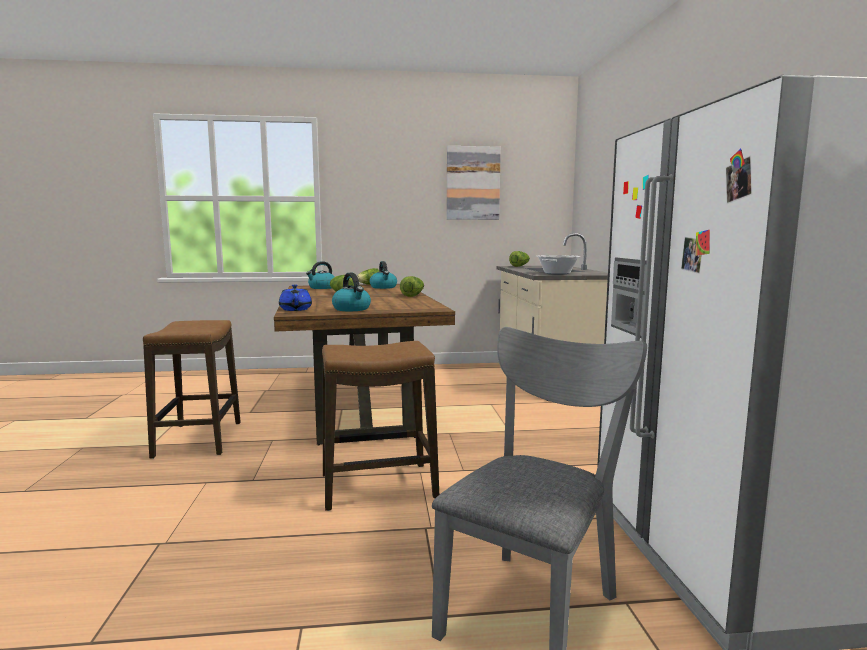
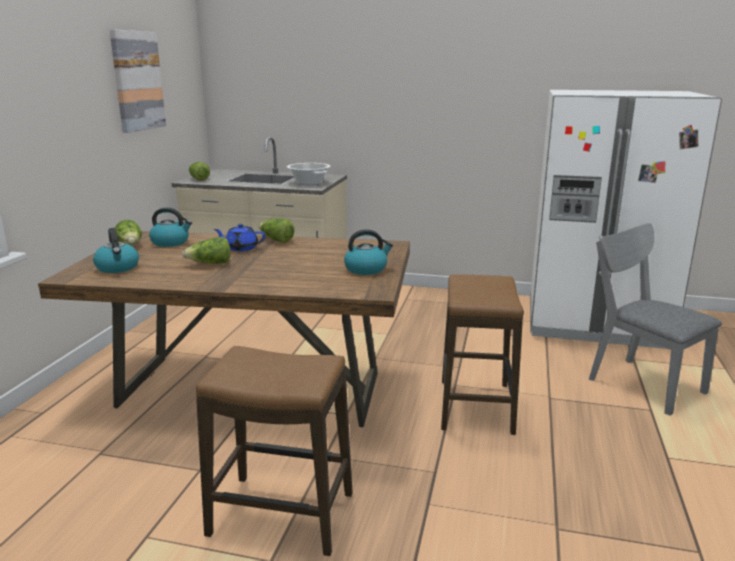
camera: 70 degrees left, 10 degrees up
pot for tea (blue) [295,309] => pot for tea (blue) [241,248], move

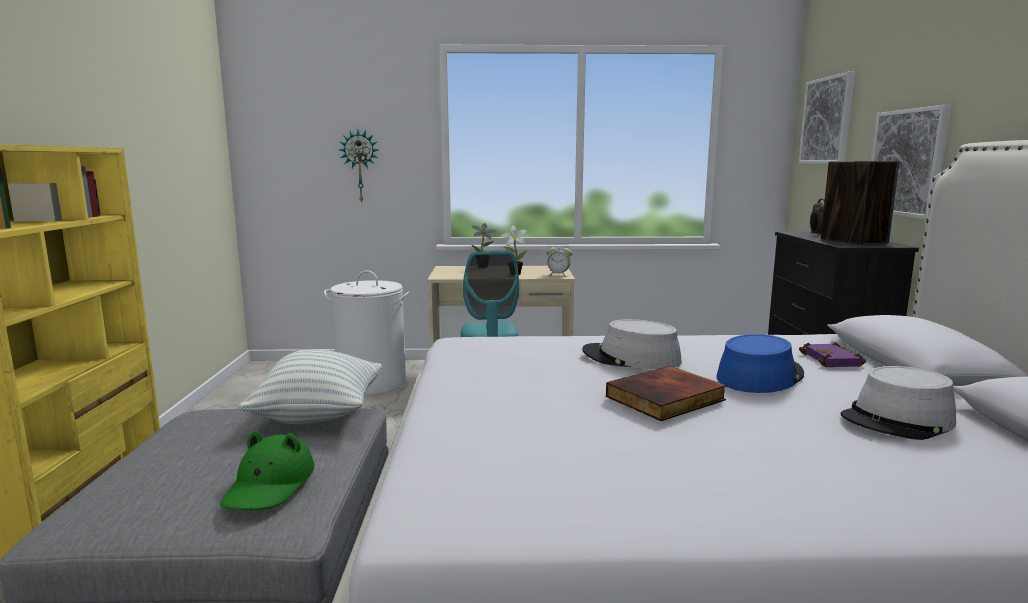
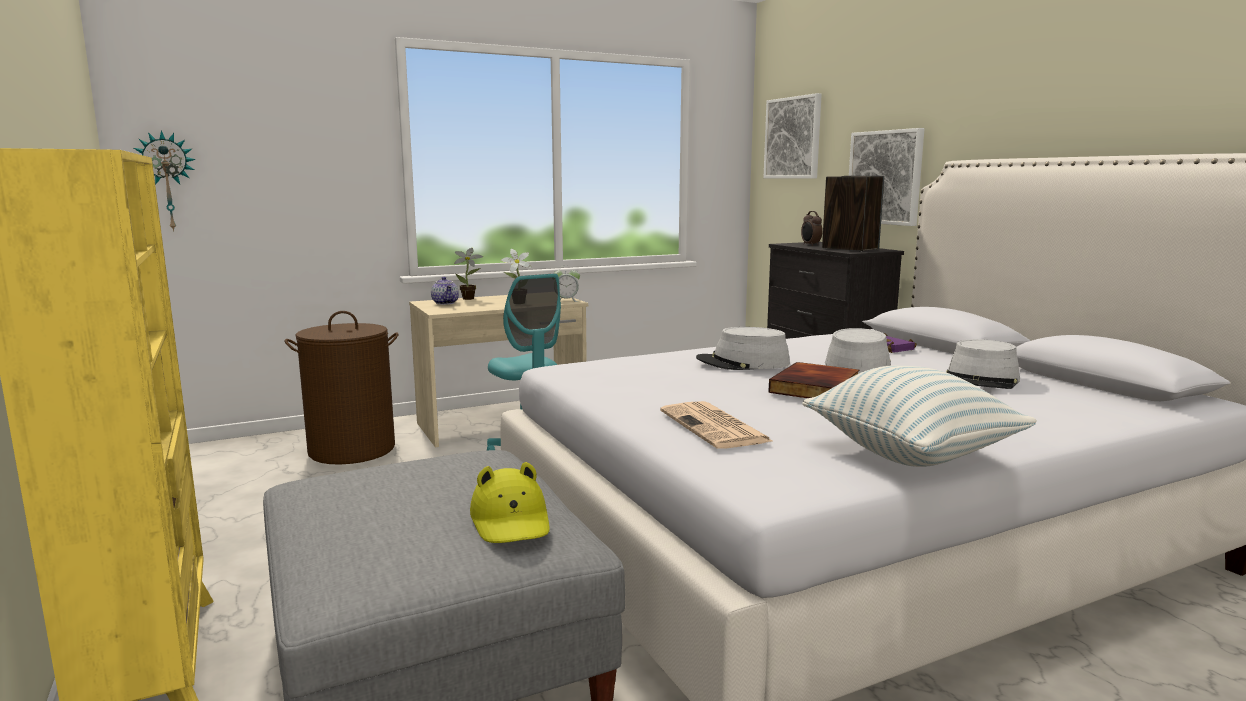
camera: 25 degrees left, 0 degrees up
hanging clock [360,166] => hanging clock [167,181], move
hamper (white-coloured) [371,383] => hamper (brownish) [351,450]
nothing => pot for tea [446,303]
hat (greenish) [269,485] => hat (yellow-coloured) [511,521]
nothing => printed paper [715,427]
throw pillow [319,415] => throw pillow [911,455], move
hat (blue) [759,376] => hat (greyish) [857,364]

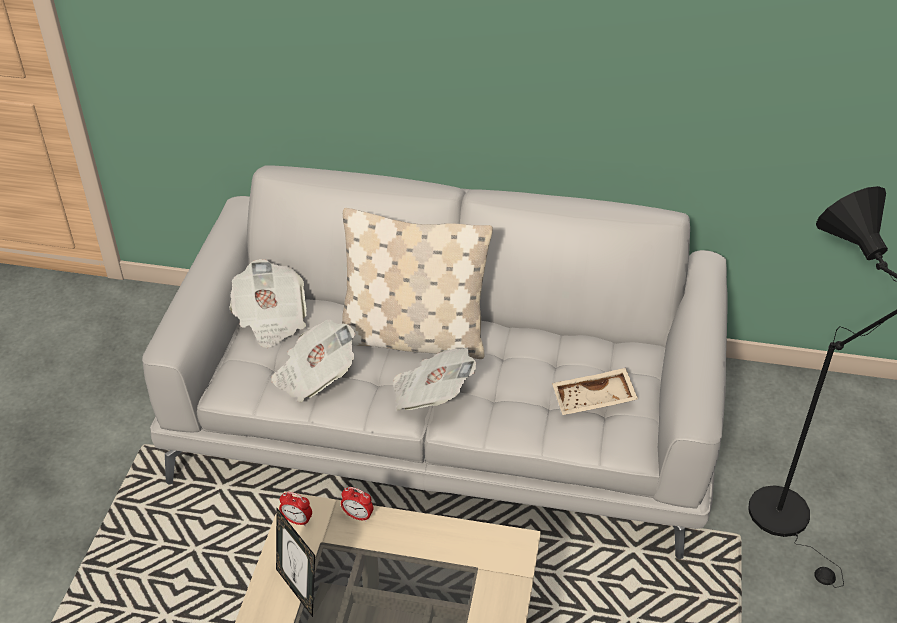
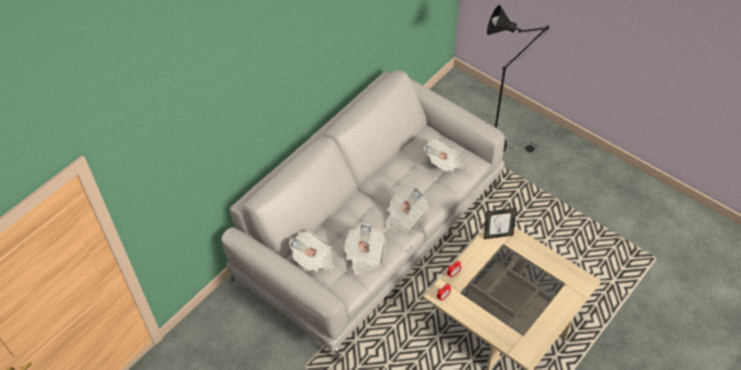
camera: 60 degrees left, 10 degrees up
serving tray (beige-coloured) [593,400] => printed paper [444,163]
standing frame [299,589] => standing frame [497,235], move
throw pillow (beige-coloured) [413,338] => nothing

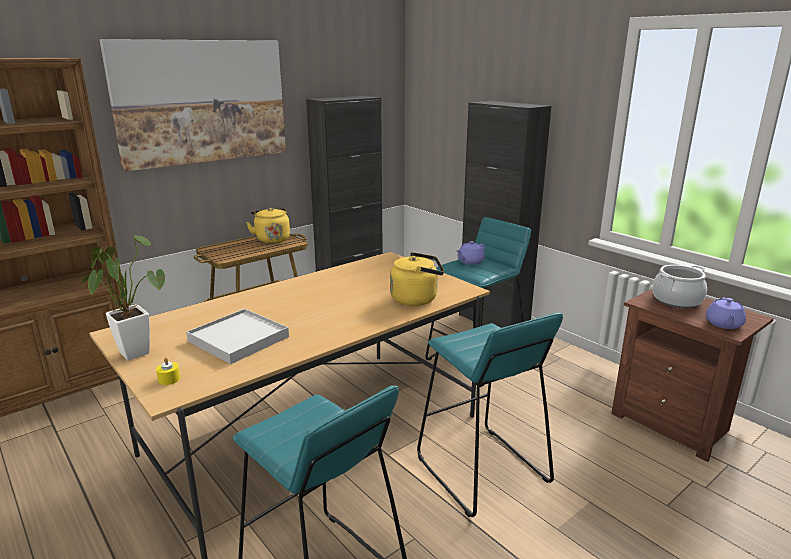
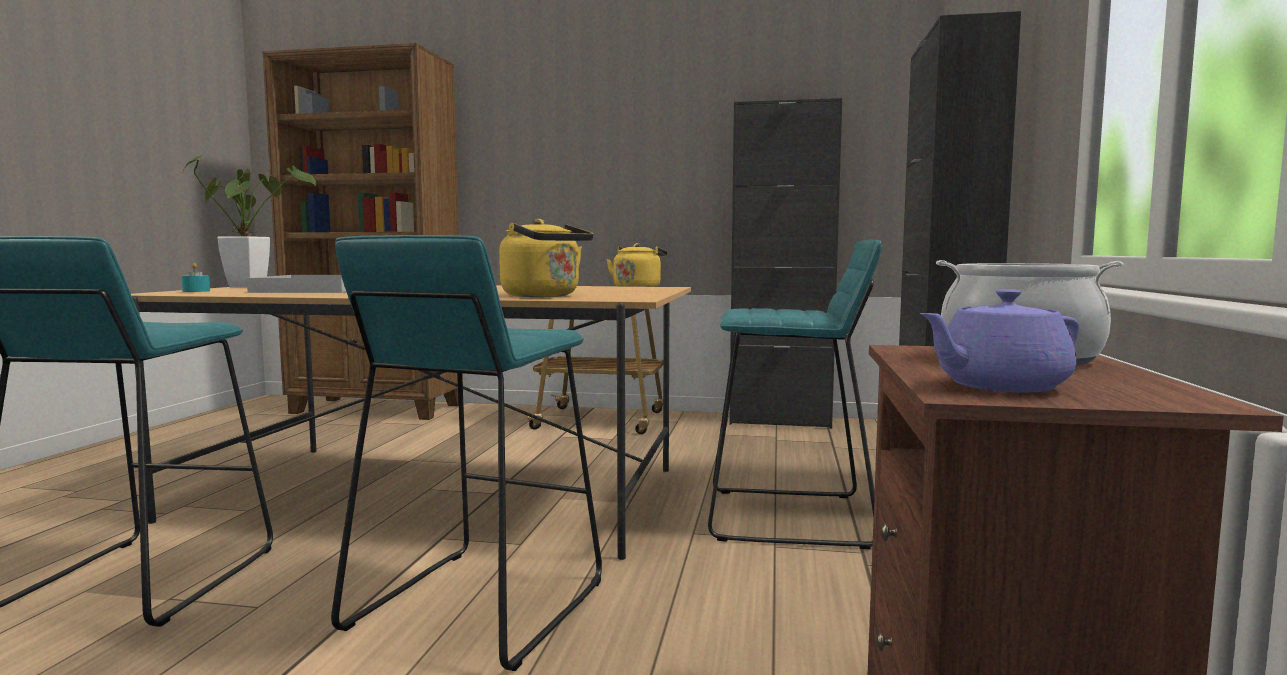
camera: 50 degrees right, 15 degrees down
wax candle (yellow-coloured) [169,379] => wax candle (turquoise) [196,291]
wall picture [202,102] => nothing
pot for tea (purple) [470,261] => nothing

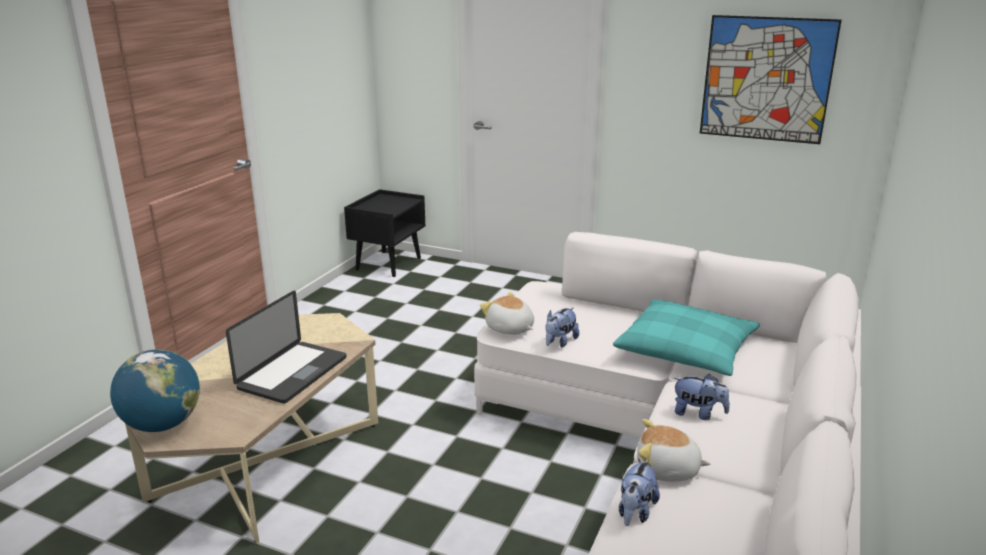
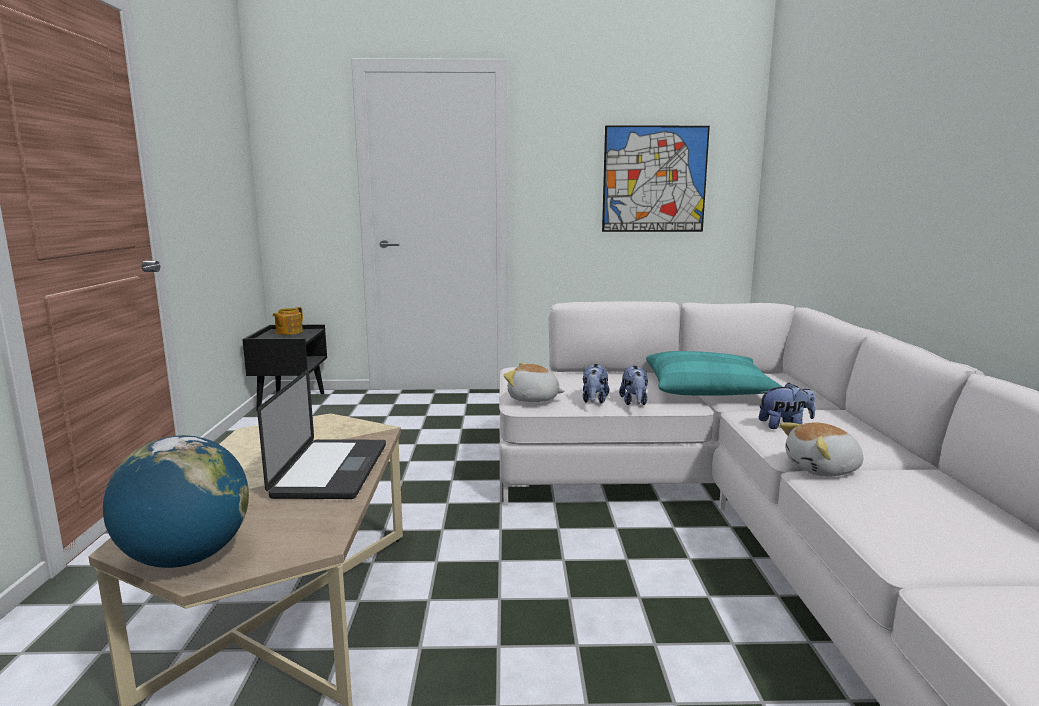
camera: 25 degrees left, 10 degrees down
nothing => pot for tea [288,332]
cuddly toy [635,512] => cuddly toy [634,402], move

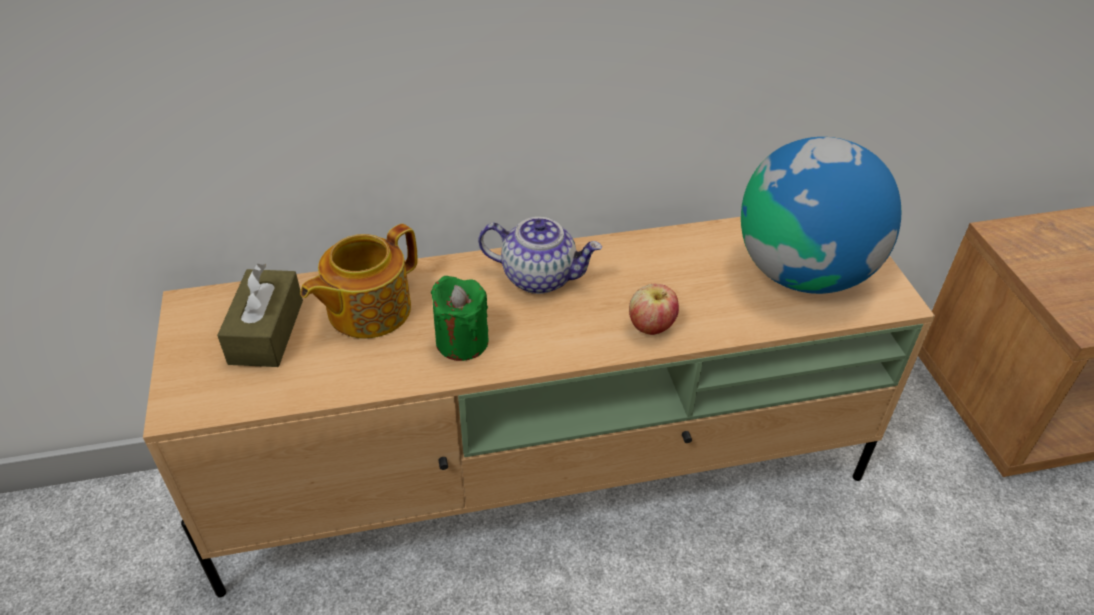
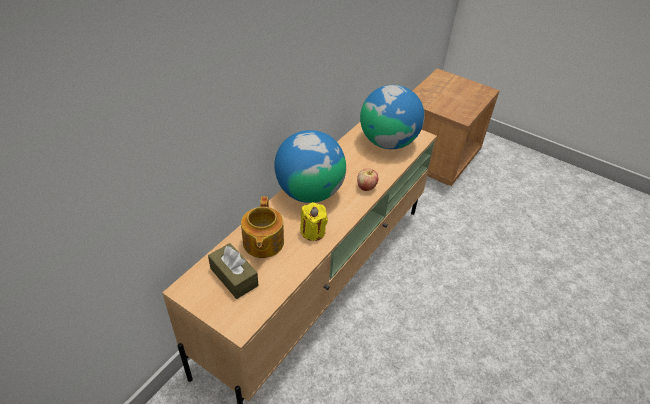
camera: 45 degrees left, 0 degrees up
pot for tea [540,277] => desk globe [309,192]
wax candle (greenish) [462,341] => wax candle (yellow-coloured) [313,232]

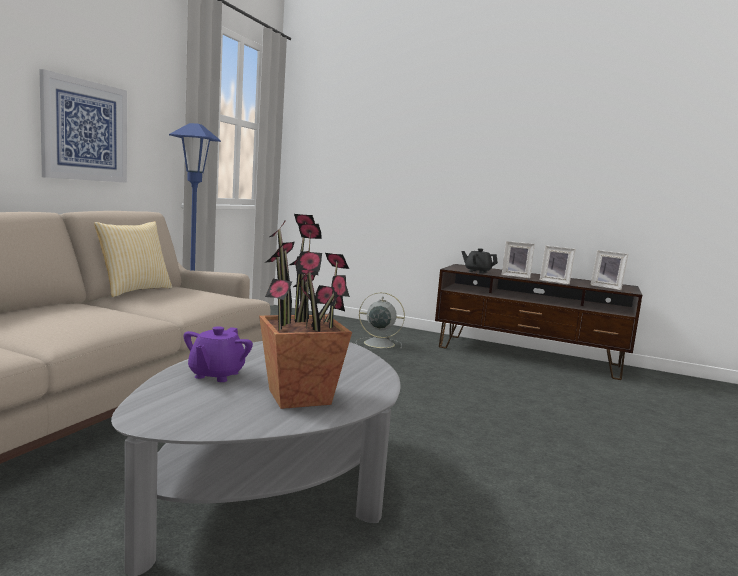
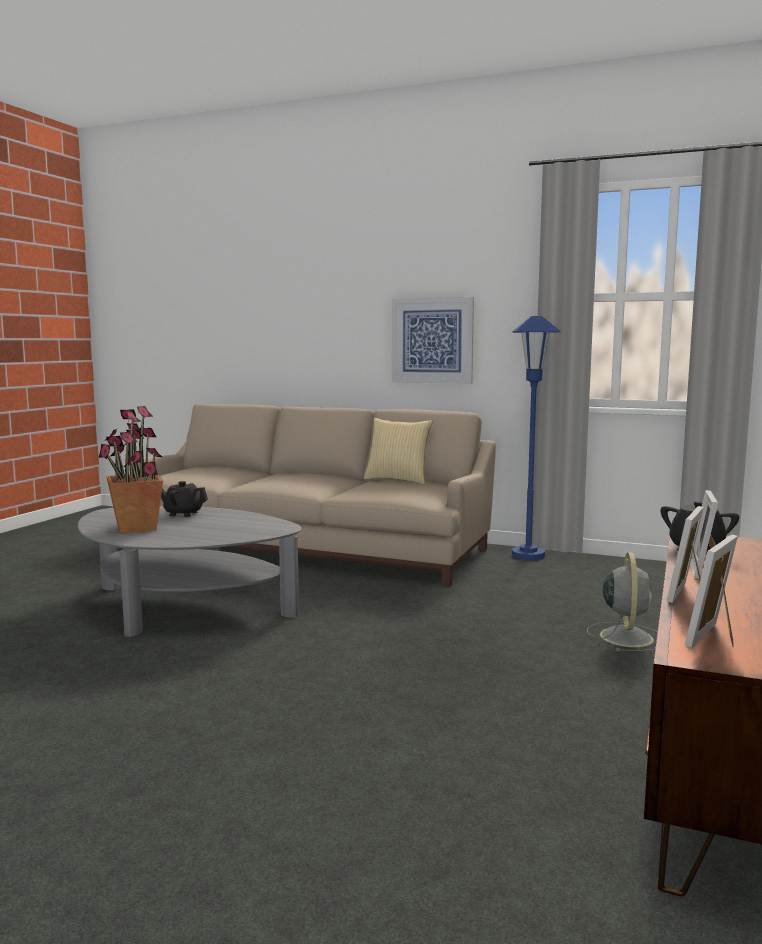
camera: 90 degrees right, 0 degrees up
pot for tea (purple) [216,375] => pot for tea (black-coloured) [183,513]

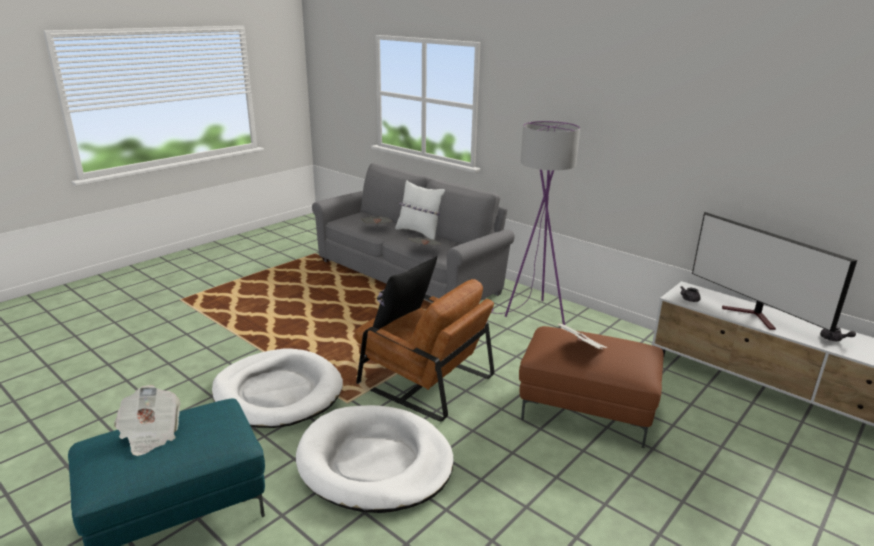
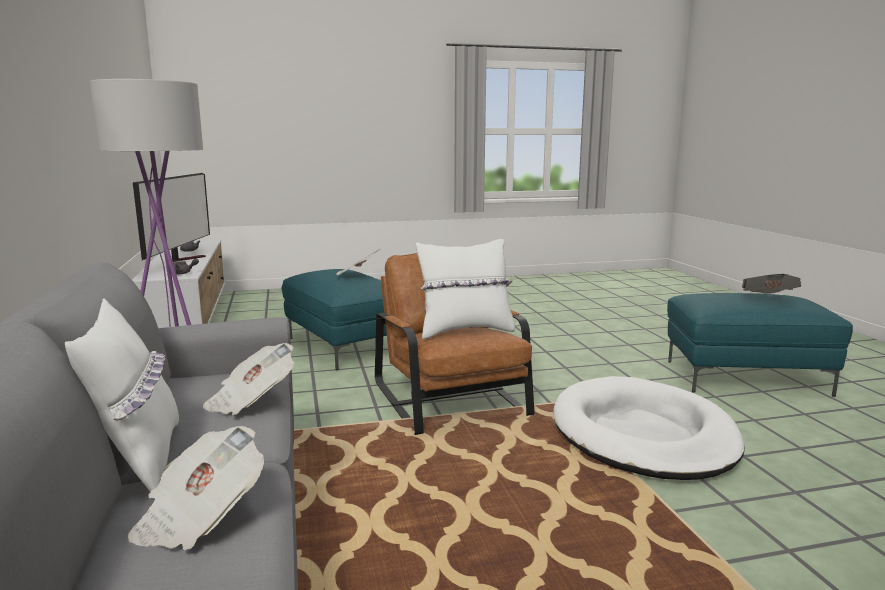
camera: 145 degrees left, 10 degrees down
footrest (brownish) [585,411] => footrest (turquoise) [346,346]
throw pillow (black-coloured) [405,322] => throw pillow (white-coloured) [465,331]
dog bed (white-coloured) [375,462] => nothing

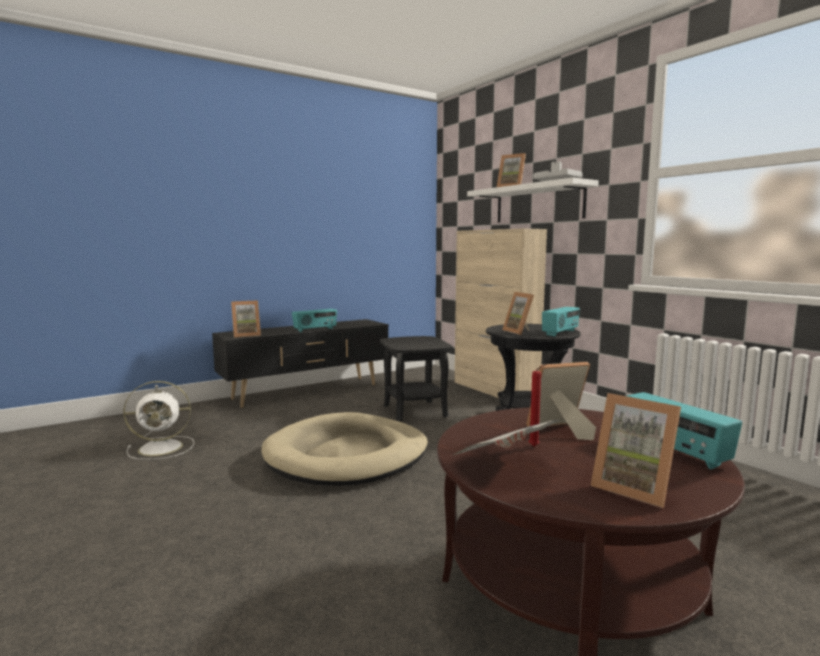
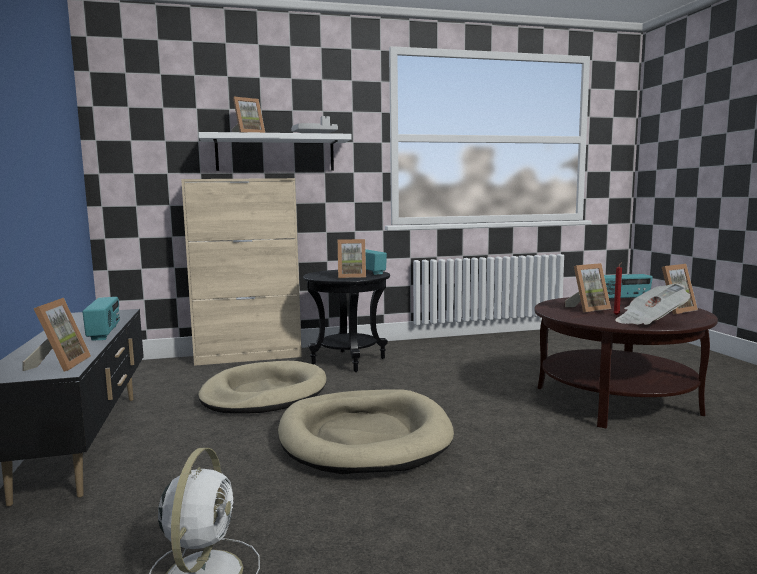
camera: 70 degrees left, 0 degrees up
side table (black-coloured) [414,411] => dog bed (beige-coloured) [264,393]
standing frame [559,431] => standing frame [587,309], 120 degrees counterclockwise

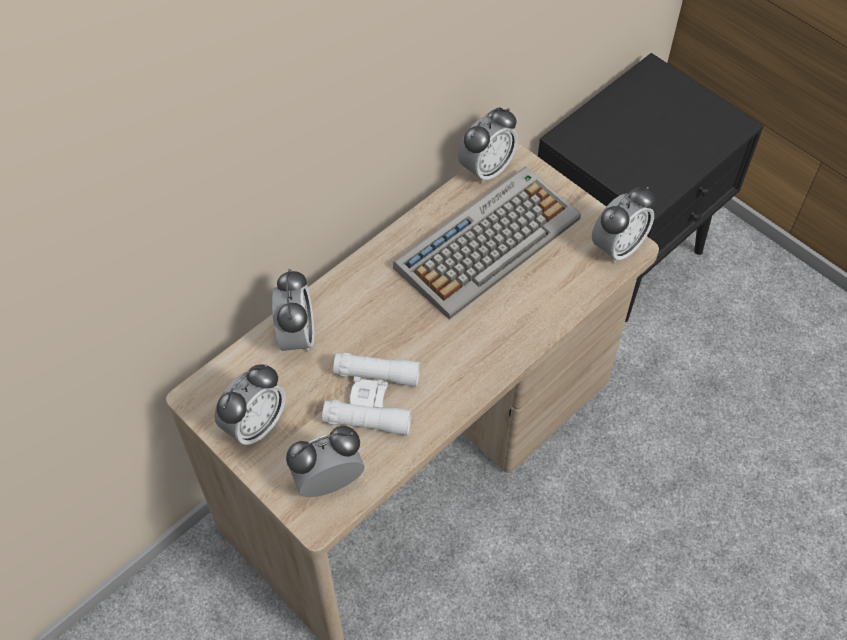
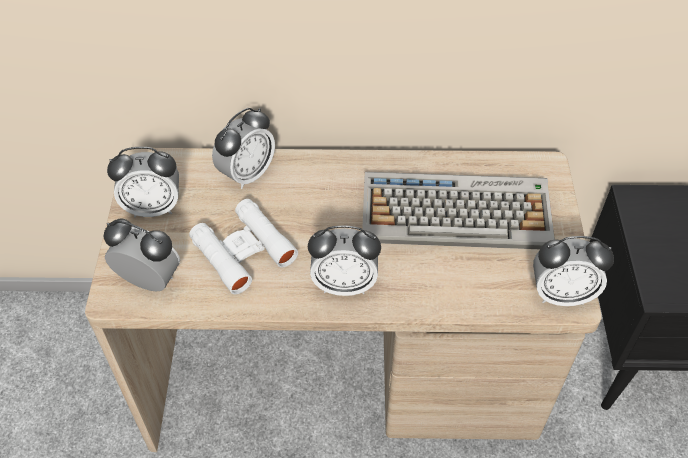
camera: 45 degrees right, 5 degrees down
table clock [486,169] => table clock [344,284], move

